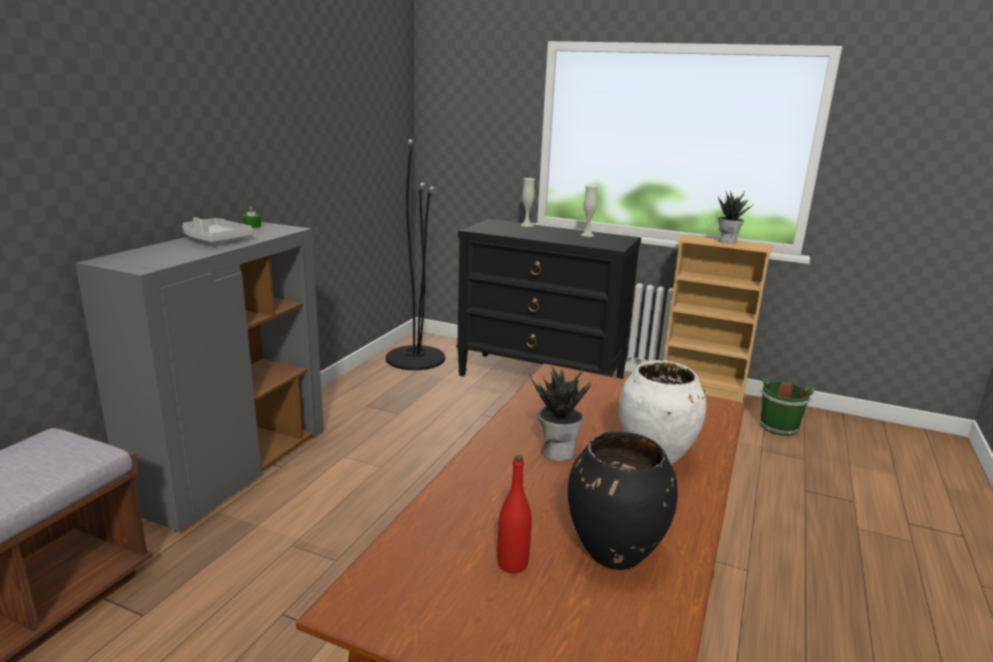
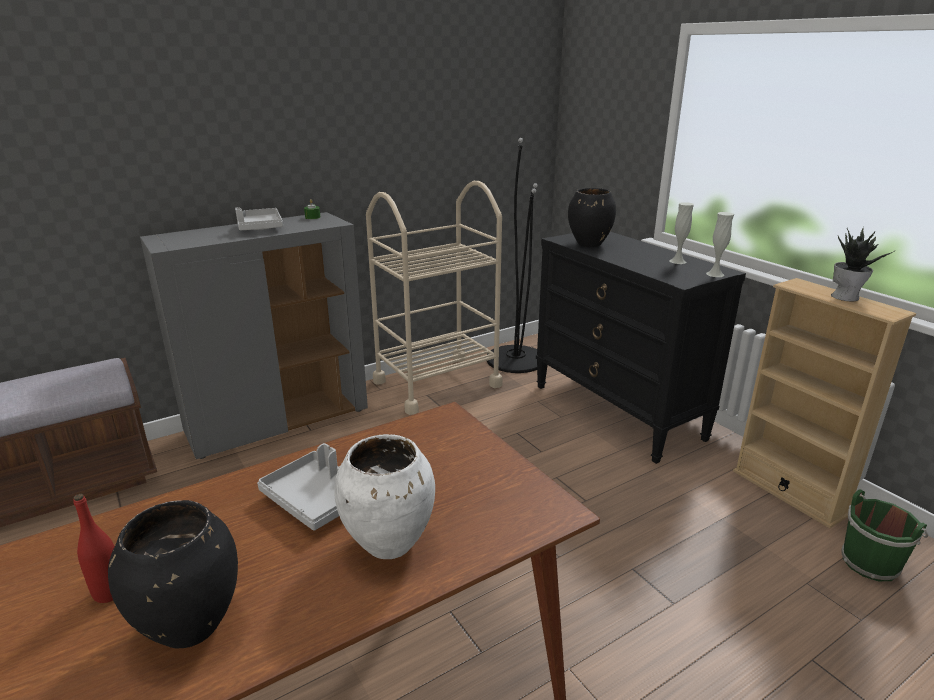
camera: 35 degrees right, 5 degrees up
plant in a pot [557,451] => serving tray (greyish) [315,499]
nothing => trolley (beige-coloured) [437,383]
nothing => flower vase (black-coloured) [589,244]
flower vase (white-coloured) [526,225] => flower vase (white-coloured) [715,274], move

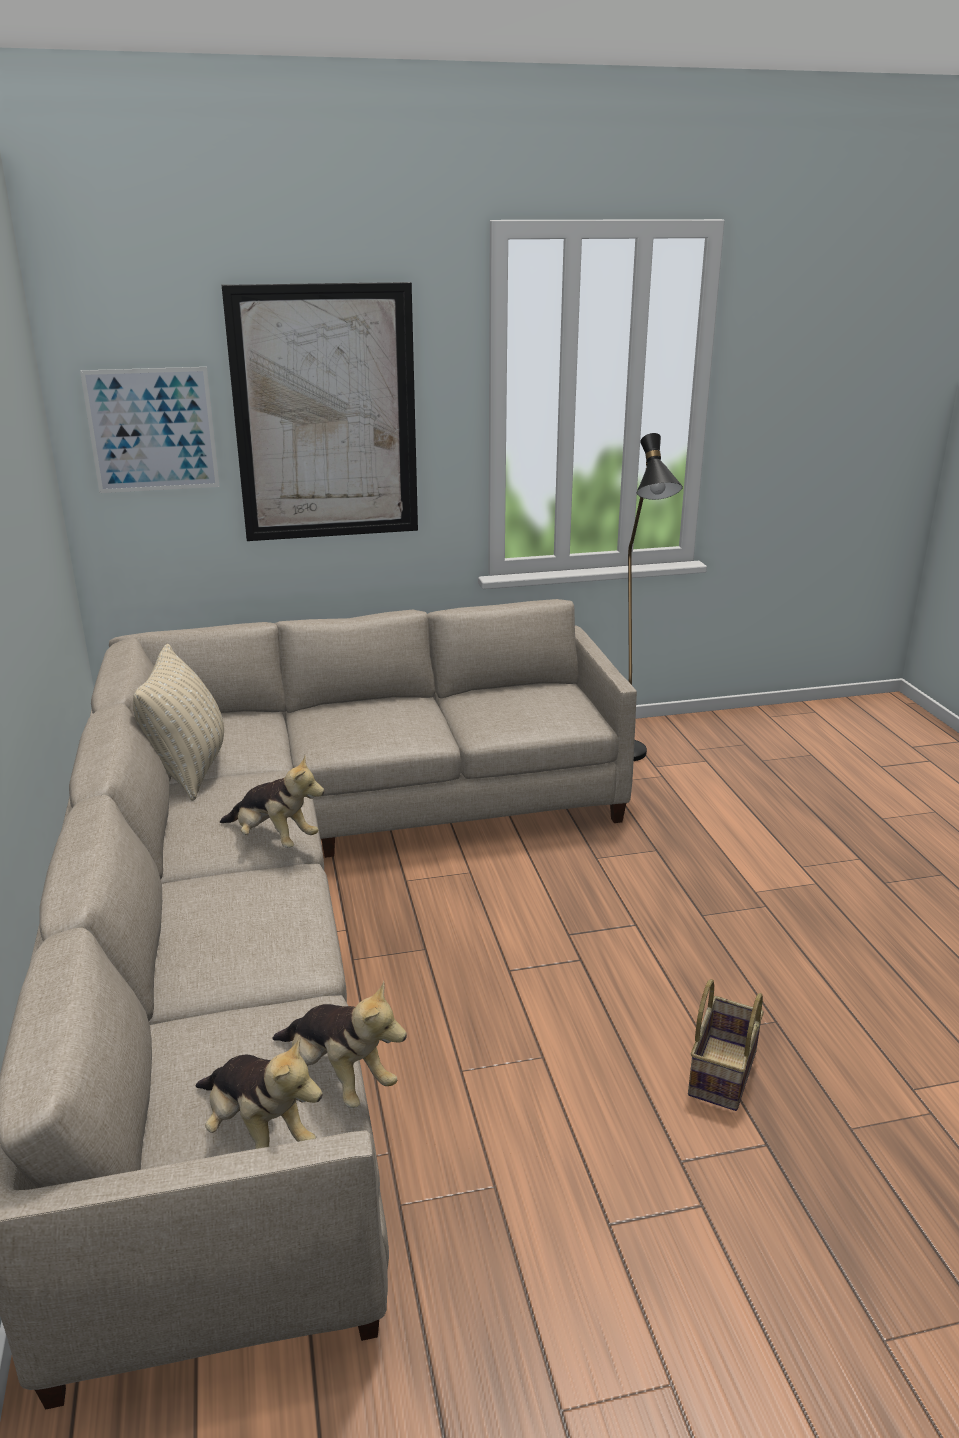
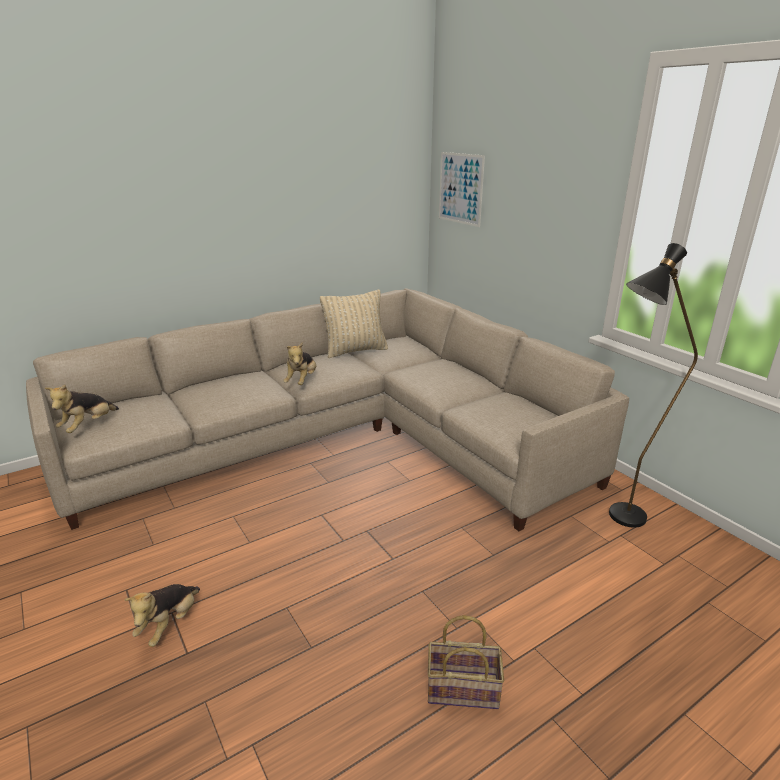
camera: 70 degrees right, 0 degrees up
cuddly toy [337,1078] => cuddly toy [169,624], move
storage basket [721,1071] => storage basket [464,688], move
wall picture [326,415] => nothing

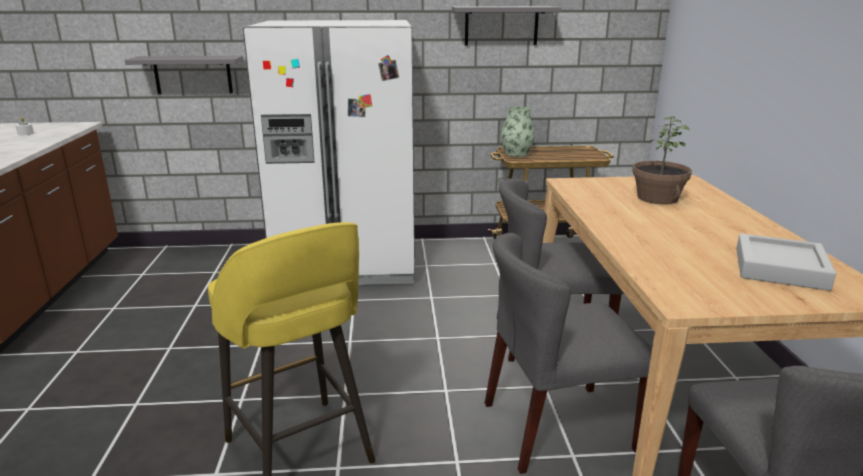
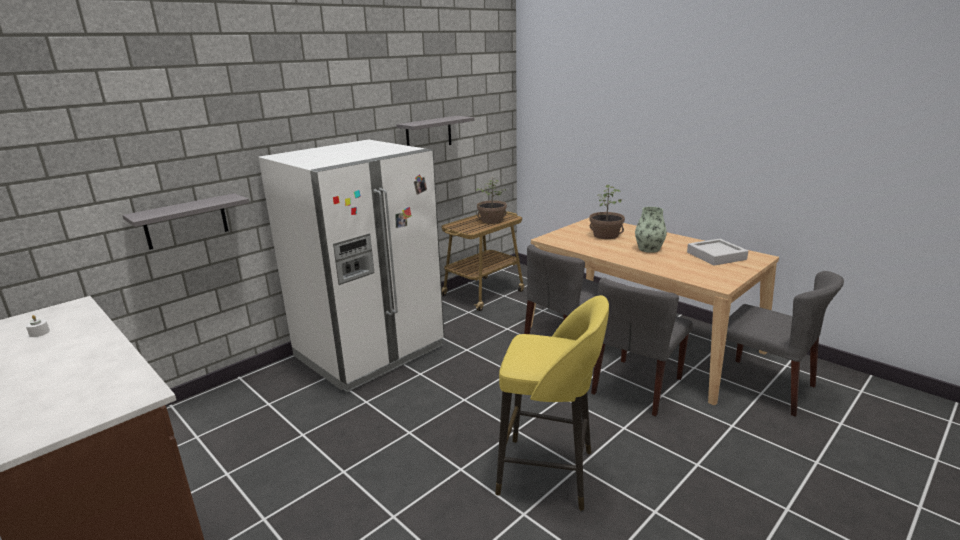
camera: 40 degrees left, 0 degrees up
nothing => plant in a pot [492,220]
flower vase [516,154] => flower vase [649,249], move

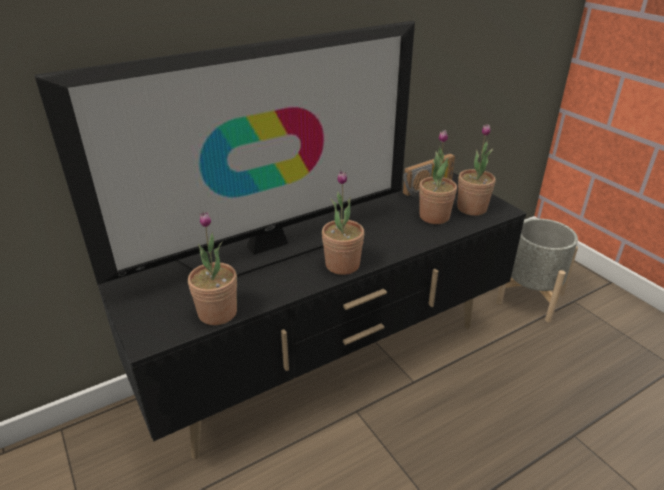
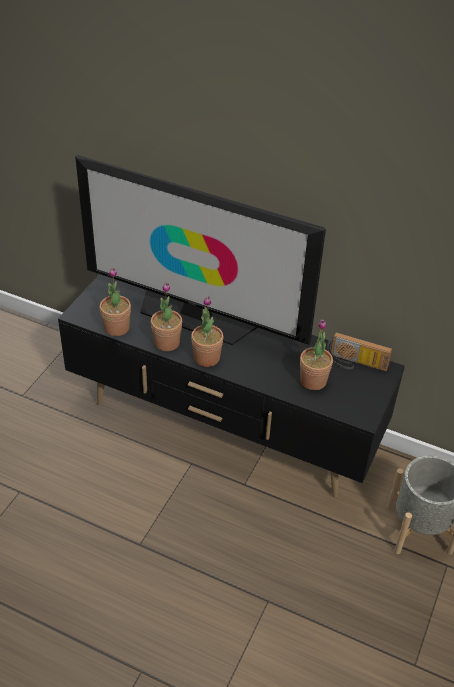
camera: 55 degrees right, 10 degrees up
plant in a pot [471,208] => plant in a pot [167,342], move

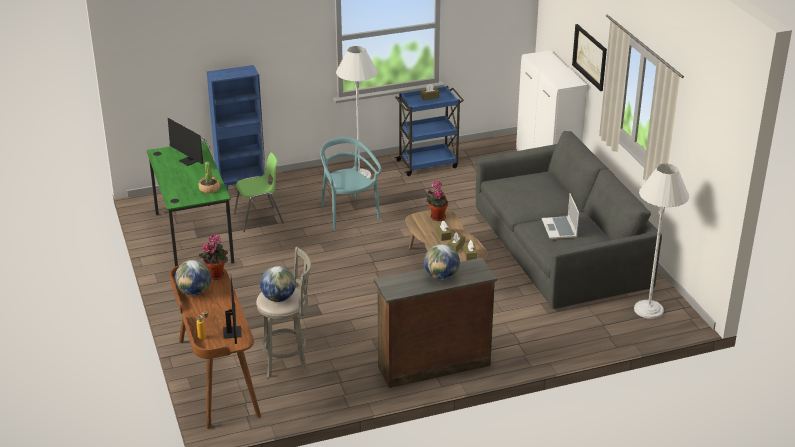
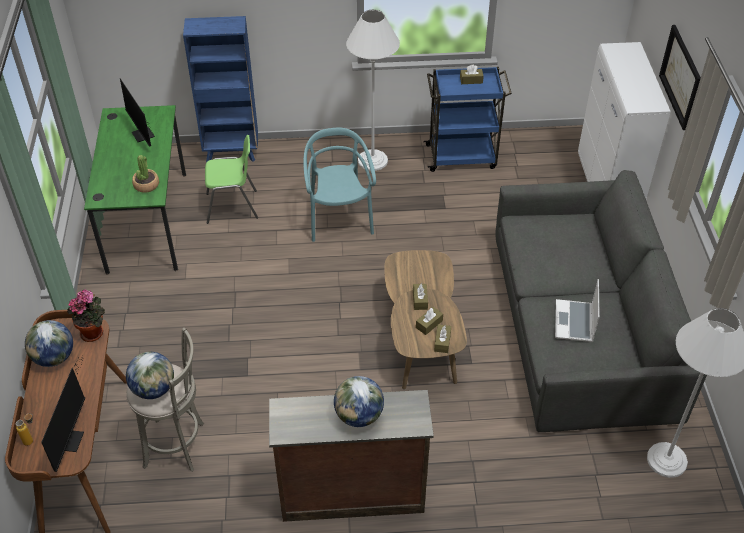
camera: 15 degrees right, 15 degrees up
plant in a pot [437,217] => nothing

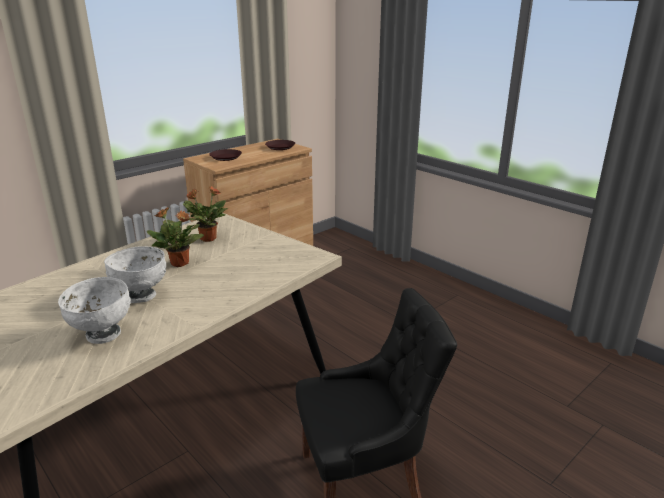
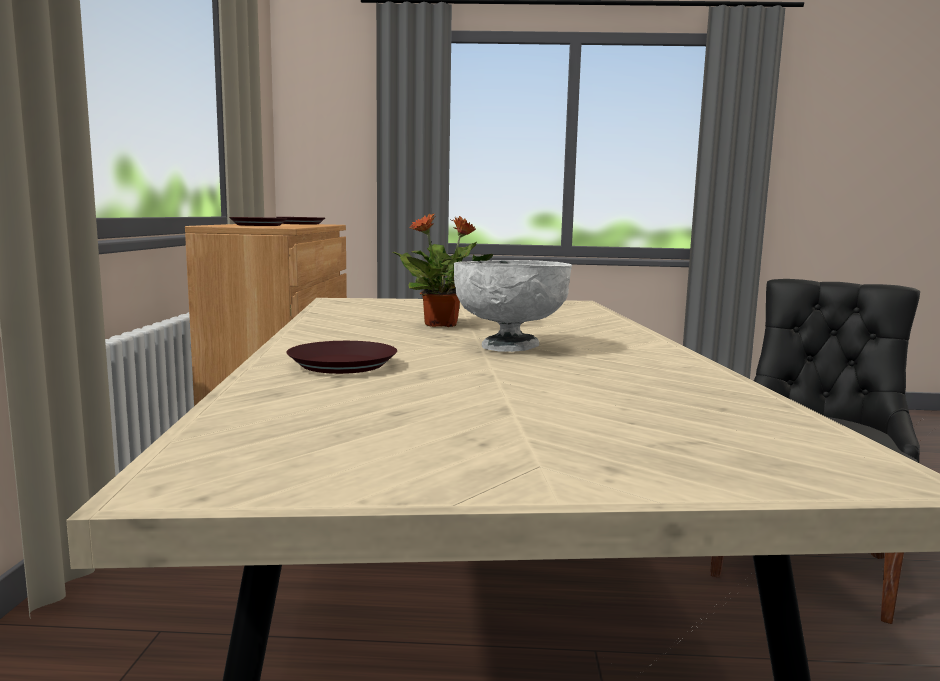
camera: 45 degrees left, 15 degrees down
nothing => flat dish (brownish) [341,365]
serving bowl (white-coloured) [102,335] => nothing
plant in a pot [207,238] => nothing

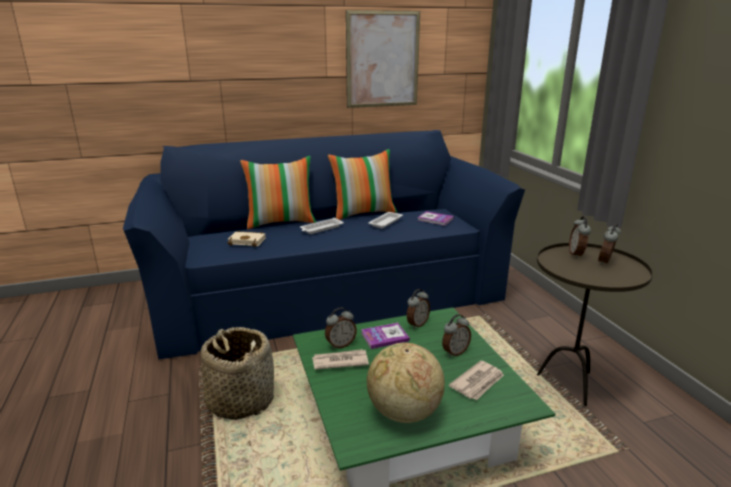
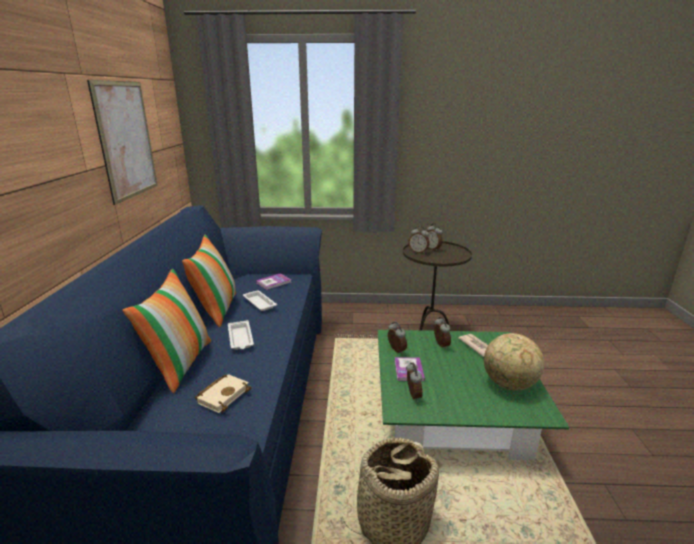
camera: 70 degrees left, 0 degrees up
printed paper [339,361] => nothing

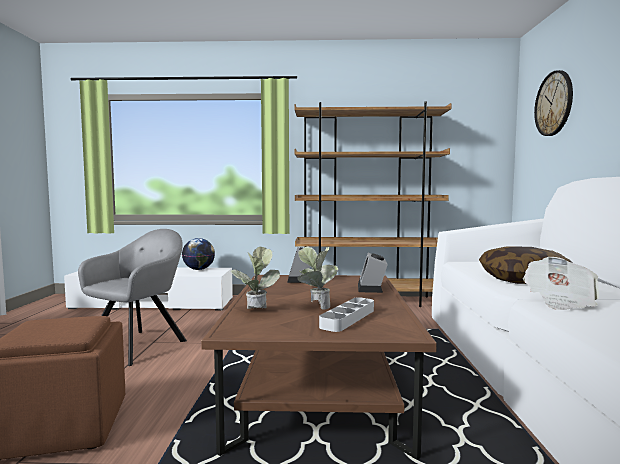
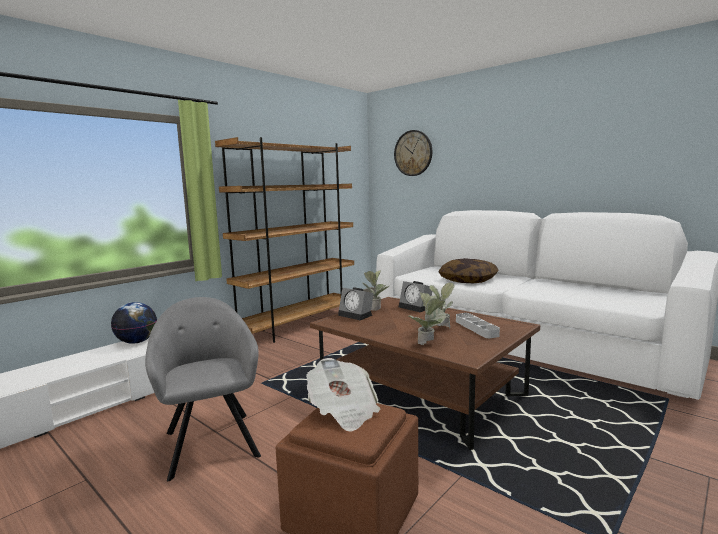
camera: 50 degrees left, 5 degrees up
printed paper [559,301] => printed paper [343,411], move
nothing => plant in a pot [376,308]

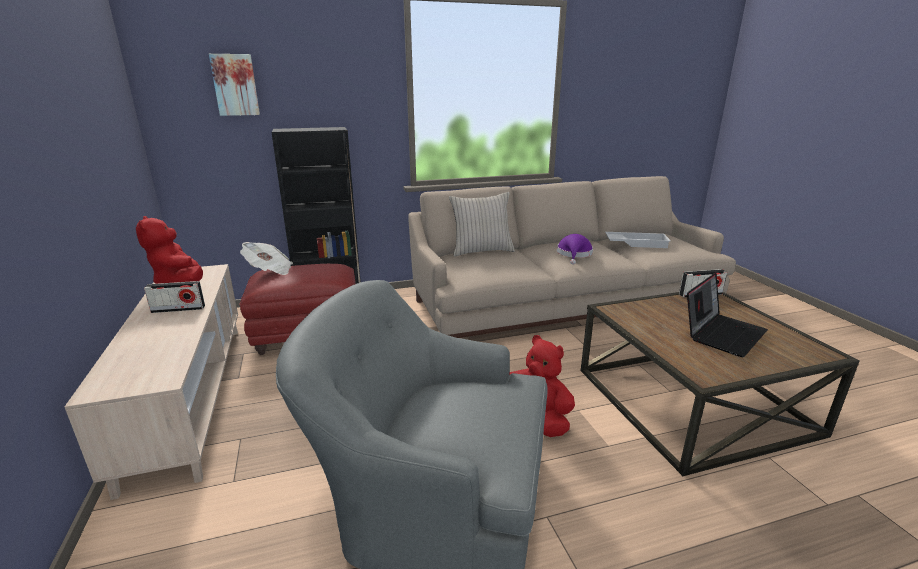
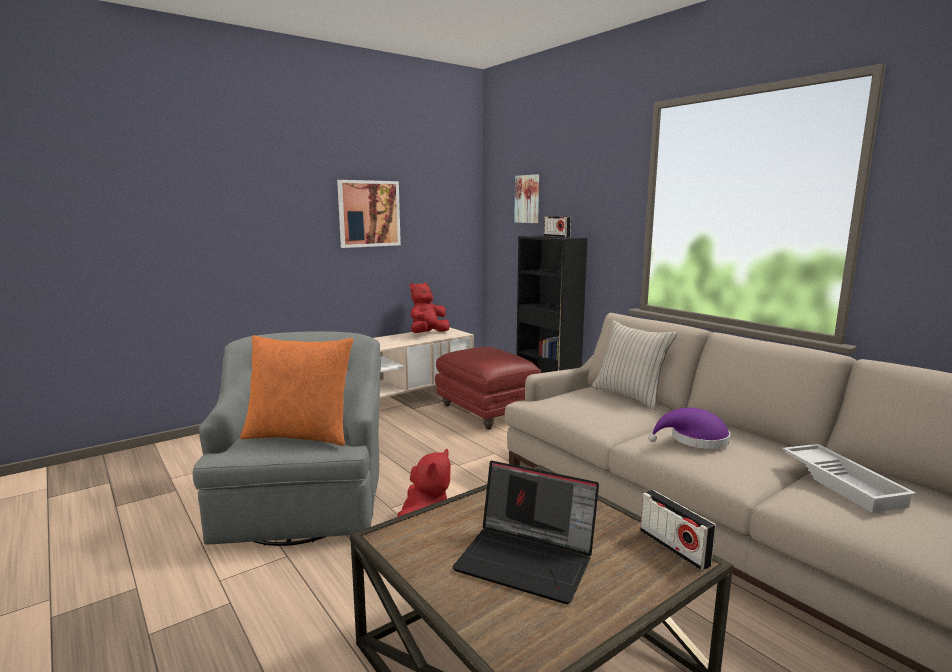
camera: 70 degrees right, 10 degrees down
nothing => throw pillow (orangey) [300,435]
nothing => wall picture [369,213]
radio set [178,309] => radio set [557,236], move
printed paper [269,270] => nothing

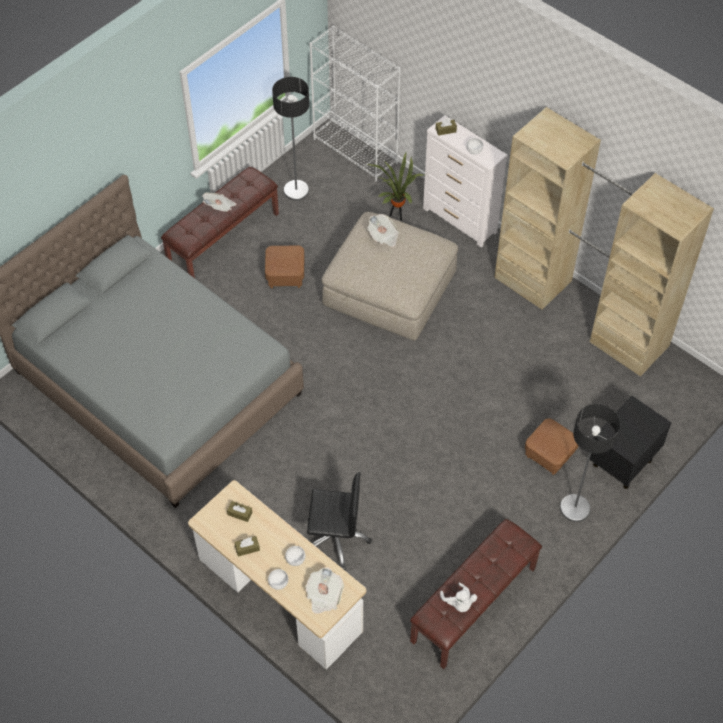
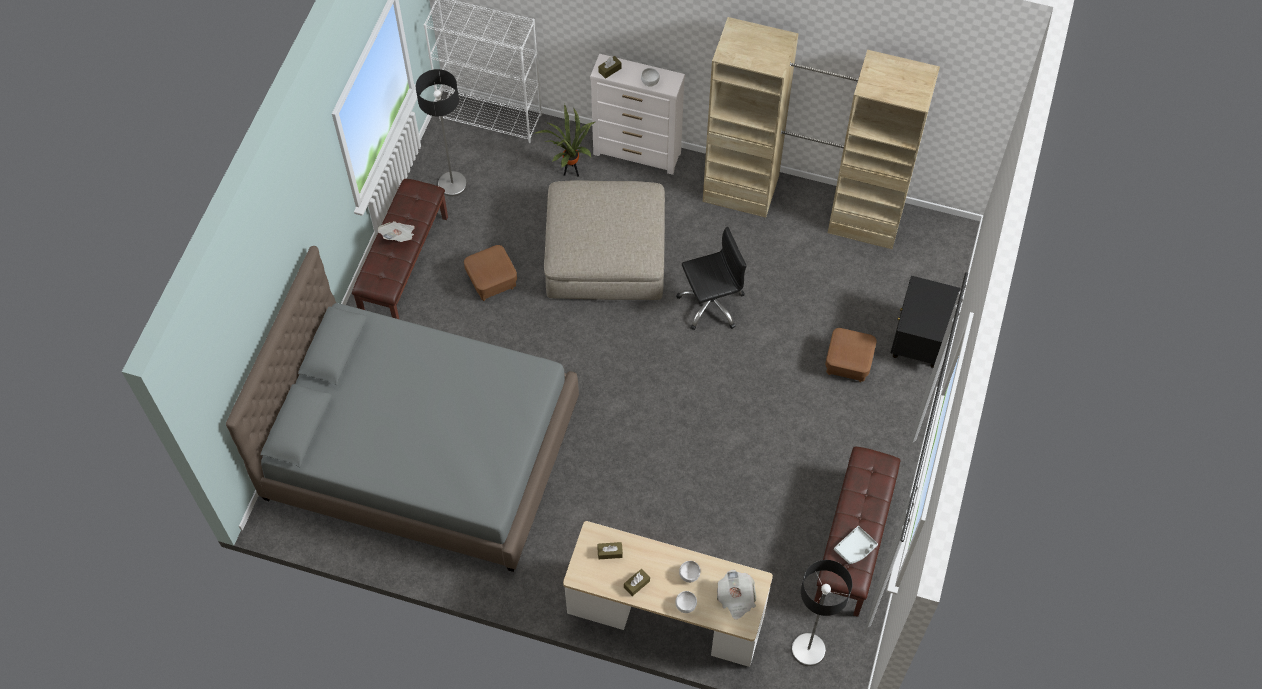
camera: 25 degrees left, 5 degrees up
desk chair (black-coloured) [336,539] => desk chair (black-coloured) [711,304], move
floor lamp [575,508] => floor lamp [808,650], move
cuddly toy (white-coloured) [459,603] => serving tray (white-coloured) [855,548]
printed paper [383,236] => nothing

